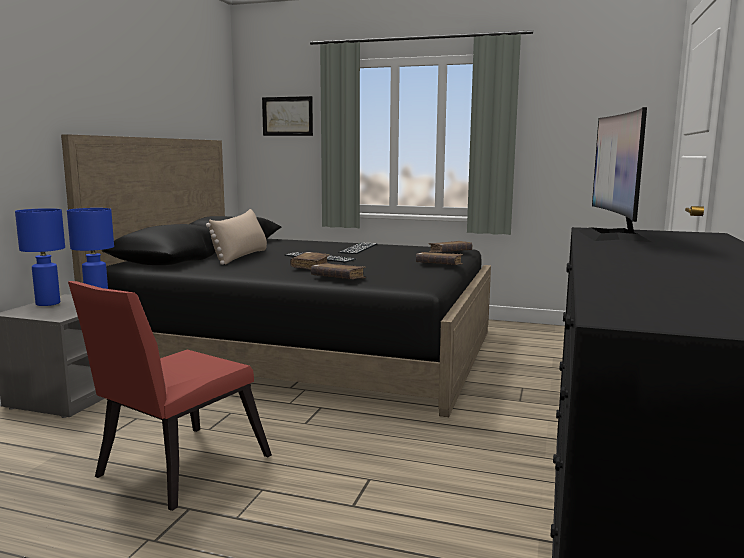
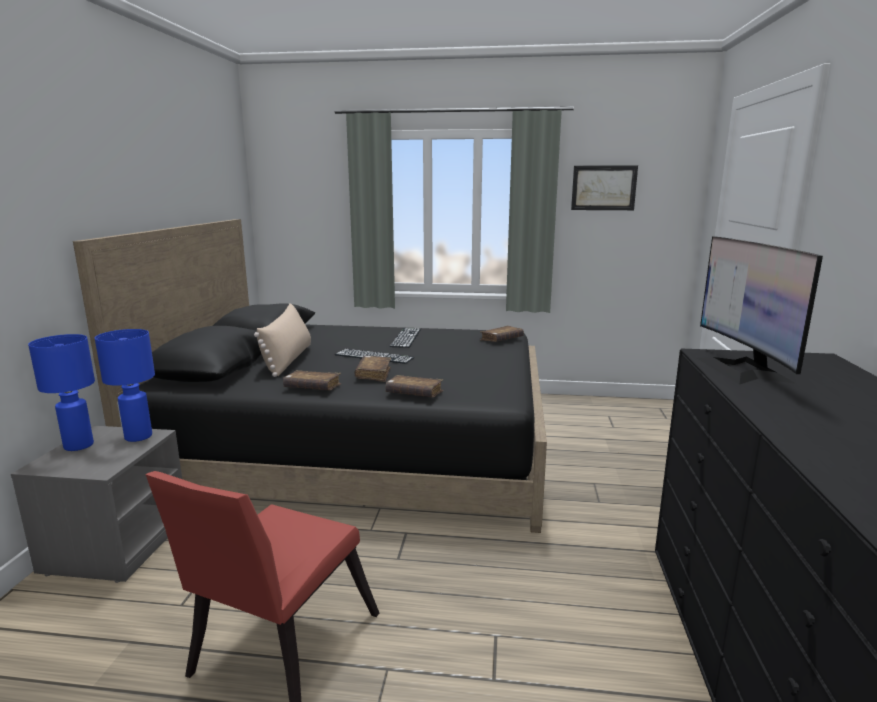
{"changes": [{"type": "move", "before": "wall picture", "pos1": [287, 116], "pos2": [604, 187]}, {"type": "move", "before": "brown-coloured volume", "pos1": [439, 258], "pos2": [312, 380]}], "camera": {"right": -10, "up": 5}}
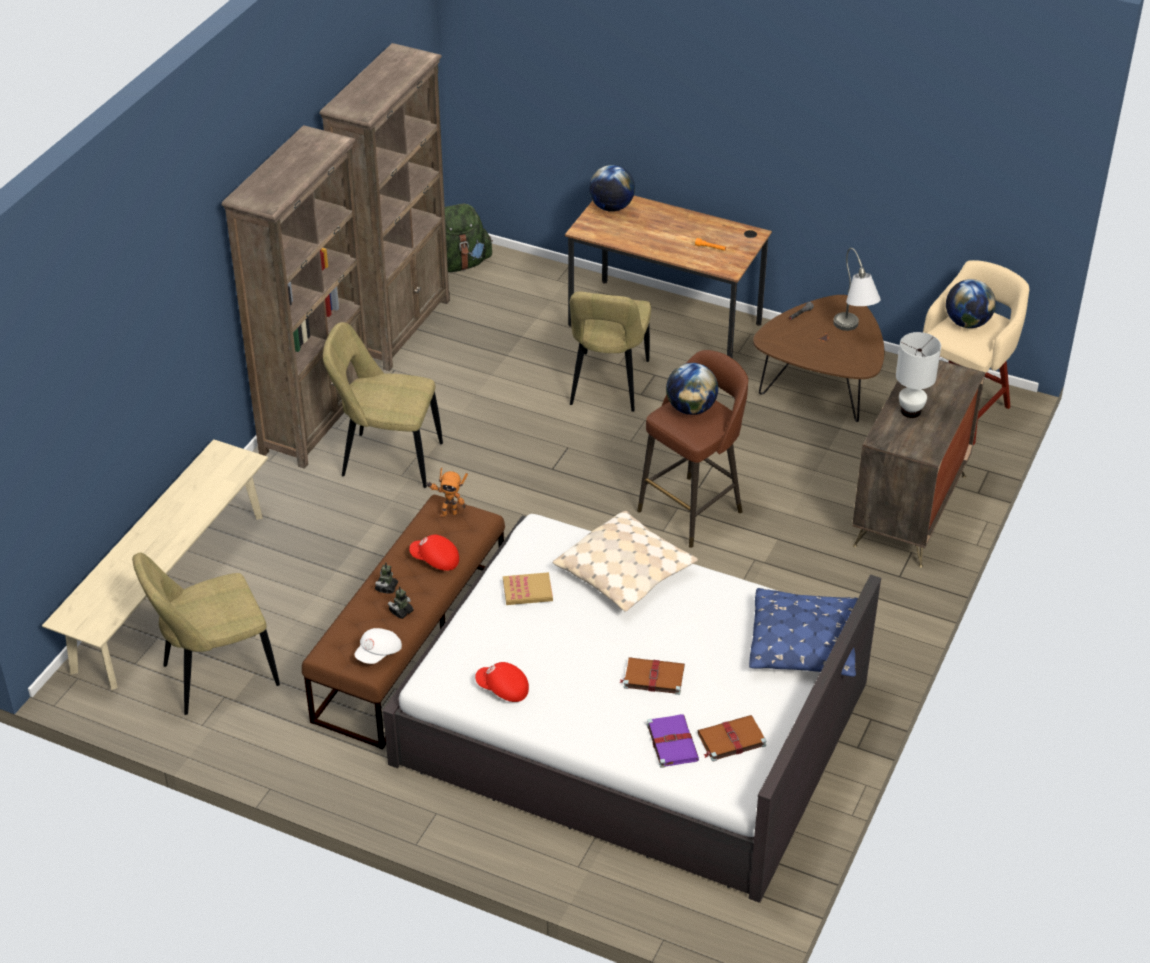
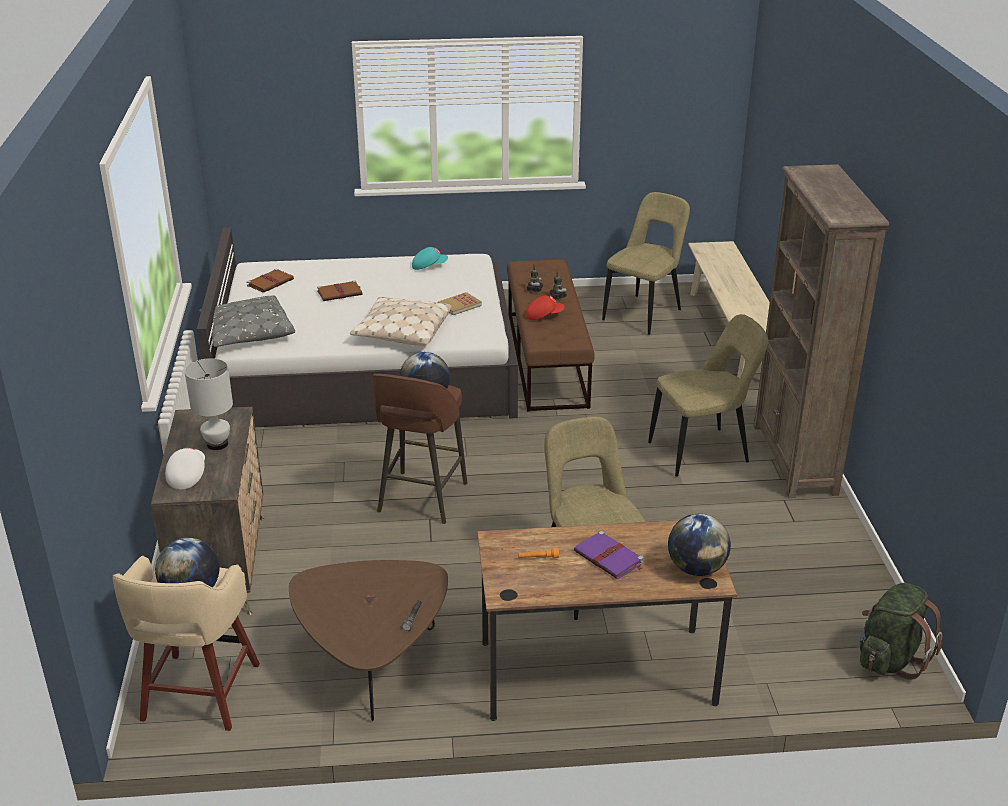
{"changes": [{"type": "delete", "before": "brown-coloured bookshelf", "pos1": [385, 207]}, {"type": "delete", "before": "robot figure", "pos1": [447, 493]}, {"type": "delete", "before": "grey lamp for a table", "pos1": [857, 289]}, {"type": "move", "before": "white-coloured peaked cap", "pos1": [378, 646], "pos2": [185, 468]}, {"type": "move", "before": "purple volume", "pos1": [673, 741], "pos2": [608, 555]}, {"type": "recolor", "before": "reddish peaked cap", "after": "turquoise peaked cap", "pos1": [502, 682], "pos2": [430, 258]}, {"type": "recolor", "before": "blue pillow", "after": "grey pillow", "pos1": [803, 632], "pos2": [247, 321]}], "camera": {"right": 150, "up": -10}}
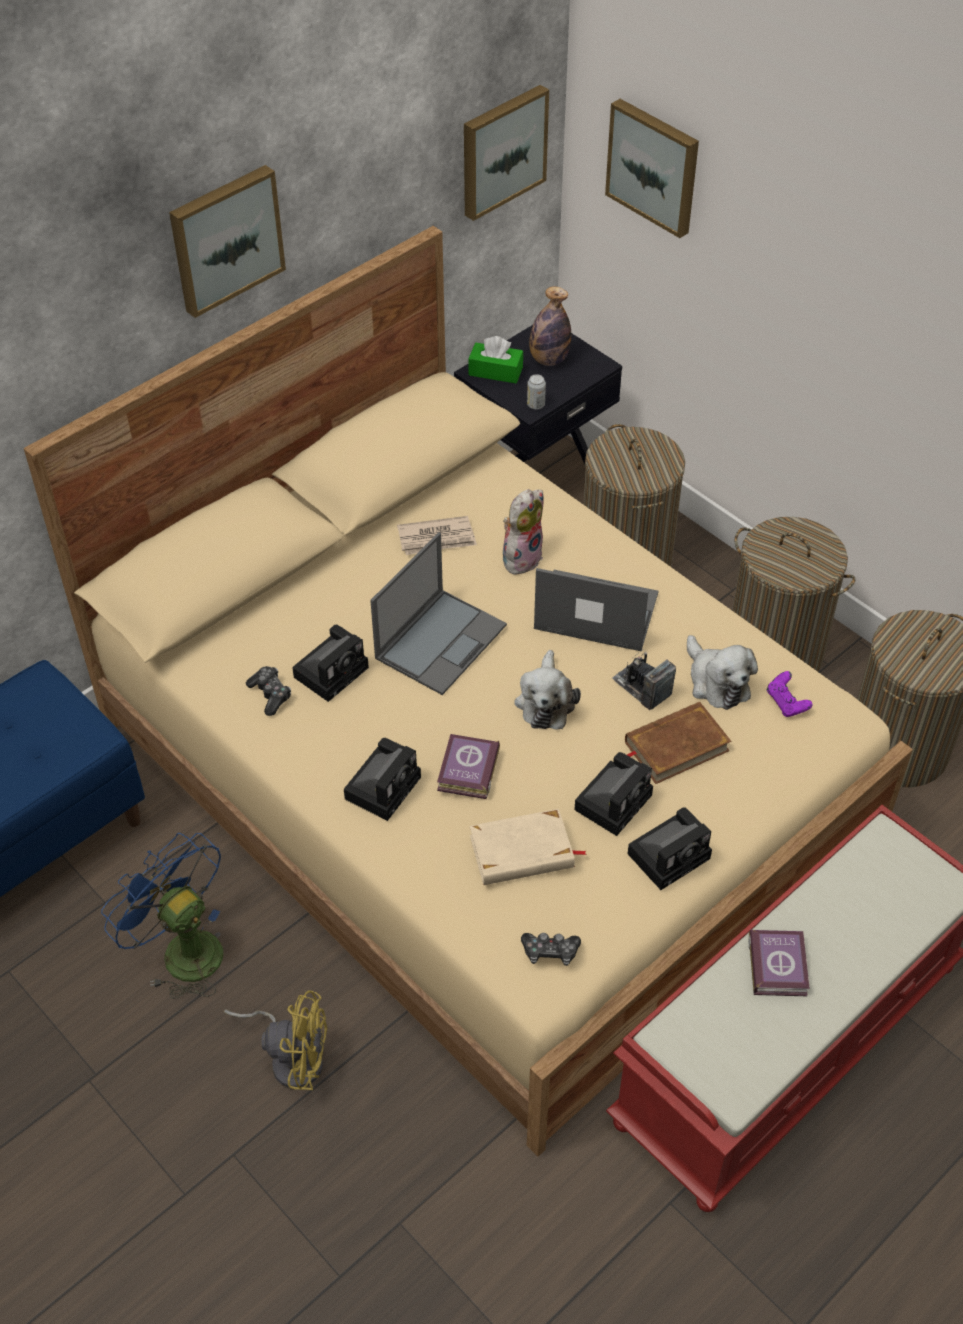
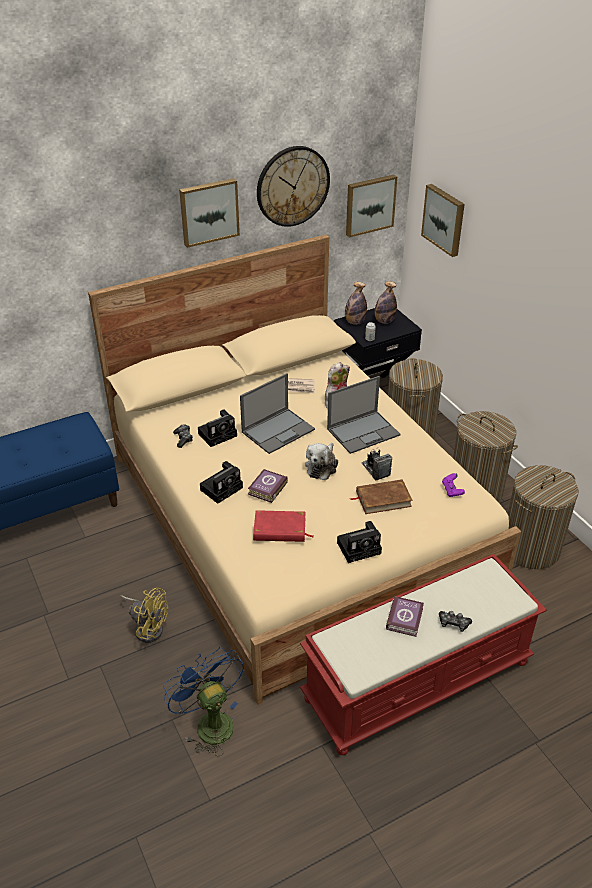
{"changes": [{"type": "delete", "before": "photo camera", "pos1": [613, 794]}, {"type": "delete", "before": "soft toy", "pos1": [722, 672]}, {"type": "insert", "after": "wall clock", "pos2": [293, 186]}, {"type": "move", "before": "blue cooling fan", "pos1": [162, 916], "pos2": [203, 701]}, {"type": "move", "before": "gamepad", "pos1": [551, 949], "pos2": [455, 621]}, {"type": "replace", "before": "green-coloured tissue box", "after": "bottle", "pos1": [495, 359], "pos2": [356, 303]}, {"type": "recolor", "before": "beige volume", "after": "reddish volume", "pos1": [528, 847], "pos2": [283, 526]}, {"type": "rotate", "before": "portable computer", "pos1": [596, 609], "pos2": [364, 415], "turn": 120}], "camera": {"right": 15, "up": -10}}
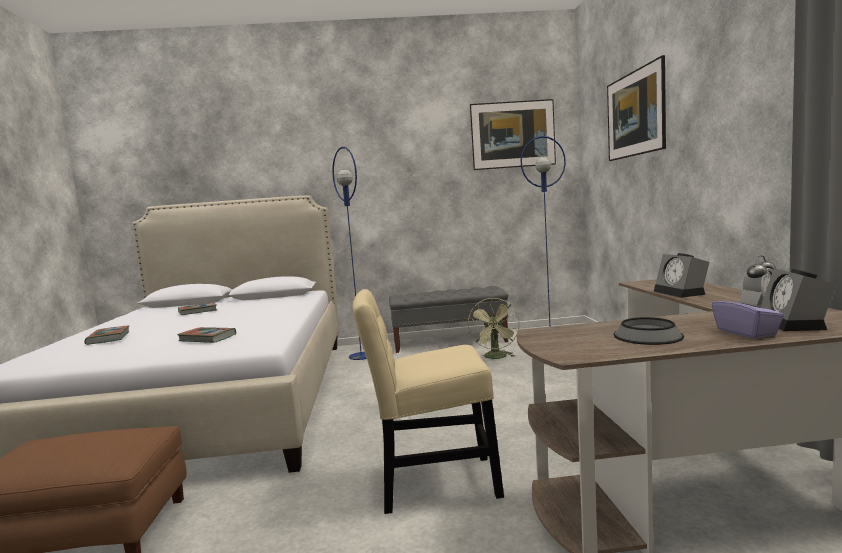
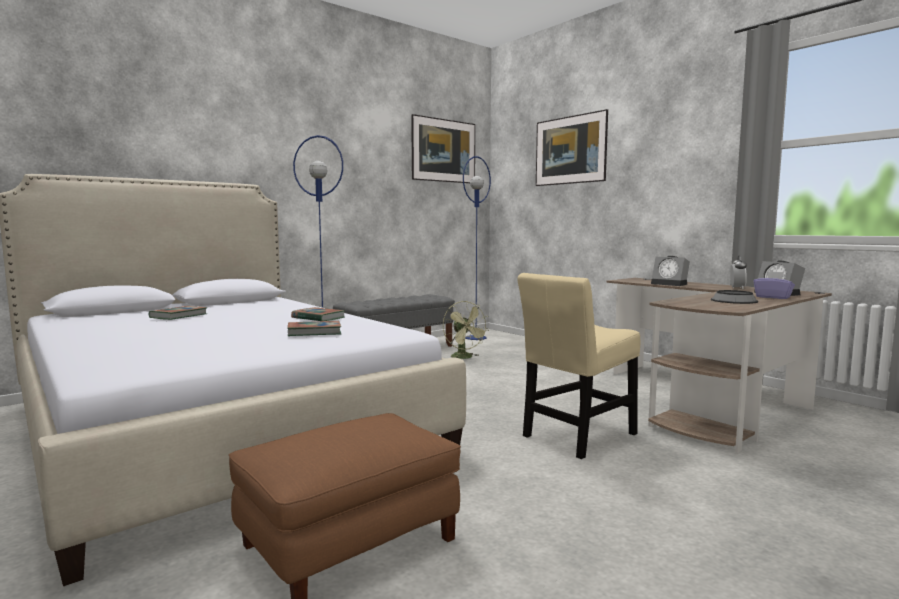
{"changes": [{"type": "move", "before": "volume", "pos1": [107, 335], "pos2": [318, 314]}], "camera": {"right": -35, "up": 0}}
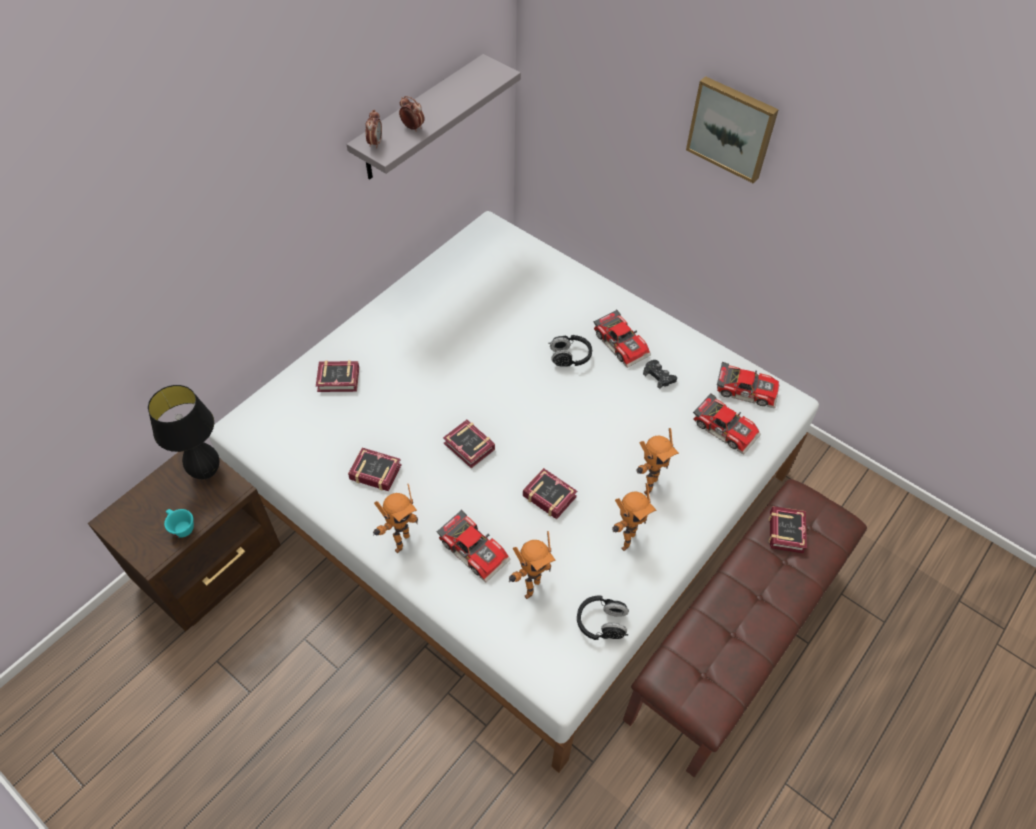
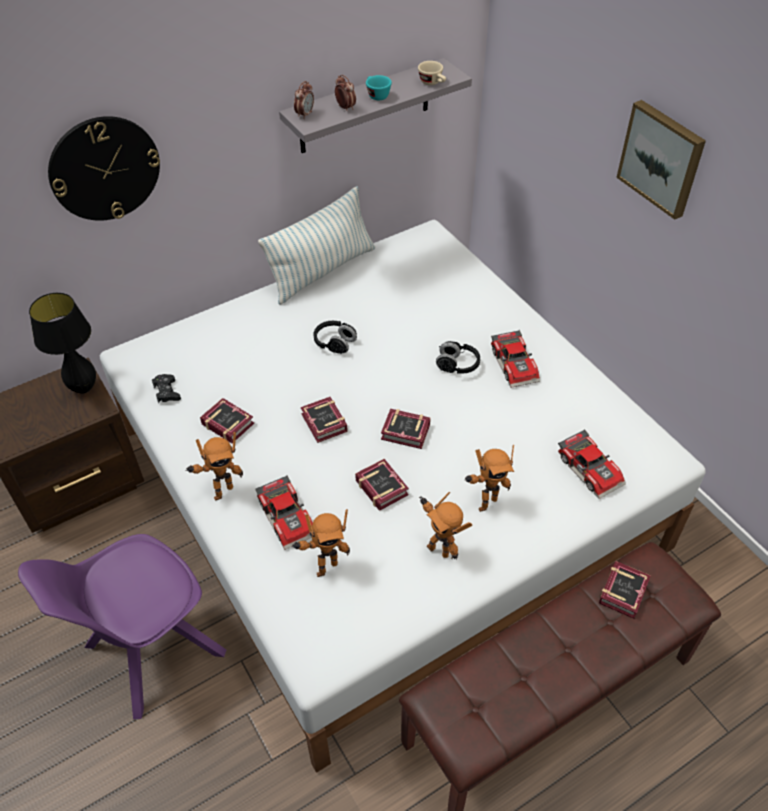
{"changes": [{"type": "delete", "before": "miniature car", "pos1": [748, 385]}, {"type": "insert", "after": "purple upright chair", "pos2": [122, 626]}, {"type": "insert", "after": "wall clock", "pos2": [104, 168]}, {"type": "insert", "after": "pillow", "pos2": [316, 245]}, {"type": "insert", "after": "beige cup", "pos2": [432, 73]}, {"type": "move", "before": "turquoise cup", "pos1": [179, 523], "pos2": [379, 87]}, {"type": "move", "before": "volume", "pos1": [337, 376], "pos2": [406, 429]}, {"type": "move", "before": "black headphones", "pos1": [603, 617], "pos2": [335, 337]}, {"type": "move", "before": "black gamepad", "pos1": [660, 374], "pos2": [166, 388]}, {"type": "rotate", "before": "robot figure", "pos1": [634, 517], "pos2": [445, 526], "turn": 75}], "camera": {"right": 20, "up": -5}}
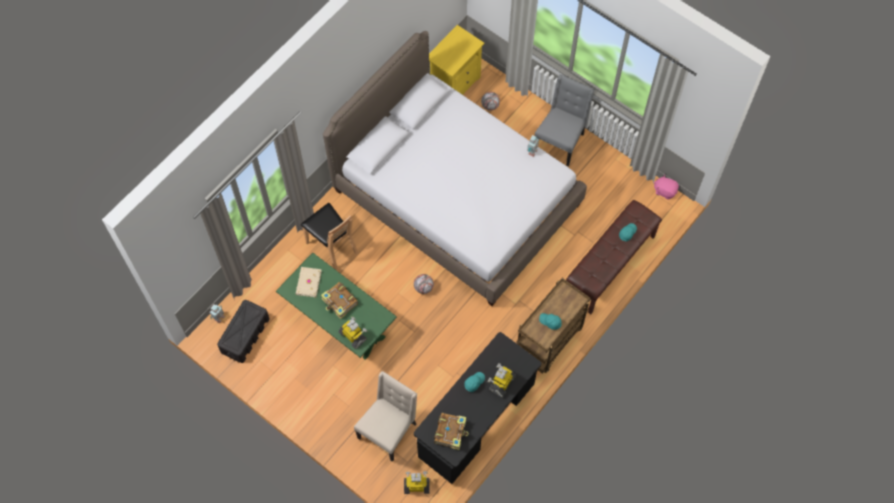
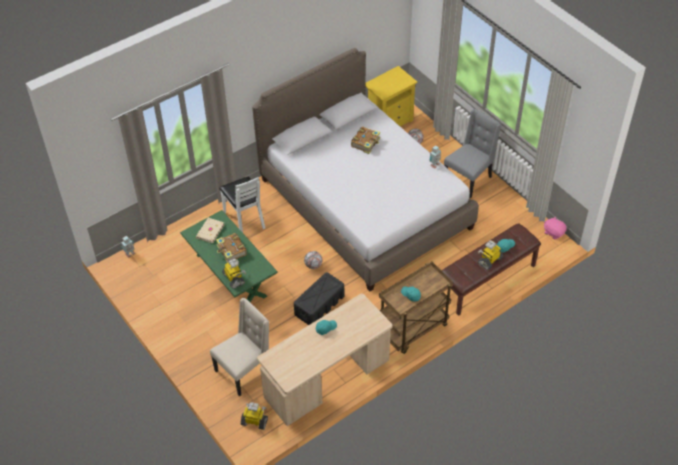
{"changes": [{"type": "move", "before": "black storage bin", "pos1": [243, 331], "pos2": [319, 298]}, {"type": "move", "before": "volume", "pos1": [451, 431], "pos2": [365, 140]}, {"type": "move", "before": "robot figure", "pos1": [501, 380], "pos2": [490, 255]}, {"type": "recolor", "before": "brown-coloured upright chair", "after": "white-coloured upright chair", "pos1": [329, 236], "pos2": [242, 204]}, {"type": "recolor", "before": "black desk unit", "after": "beige desk unit", "pos1": [477, 408], "pos2": [325, 359]}], "camera": {"right": 15, "up": -15}}
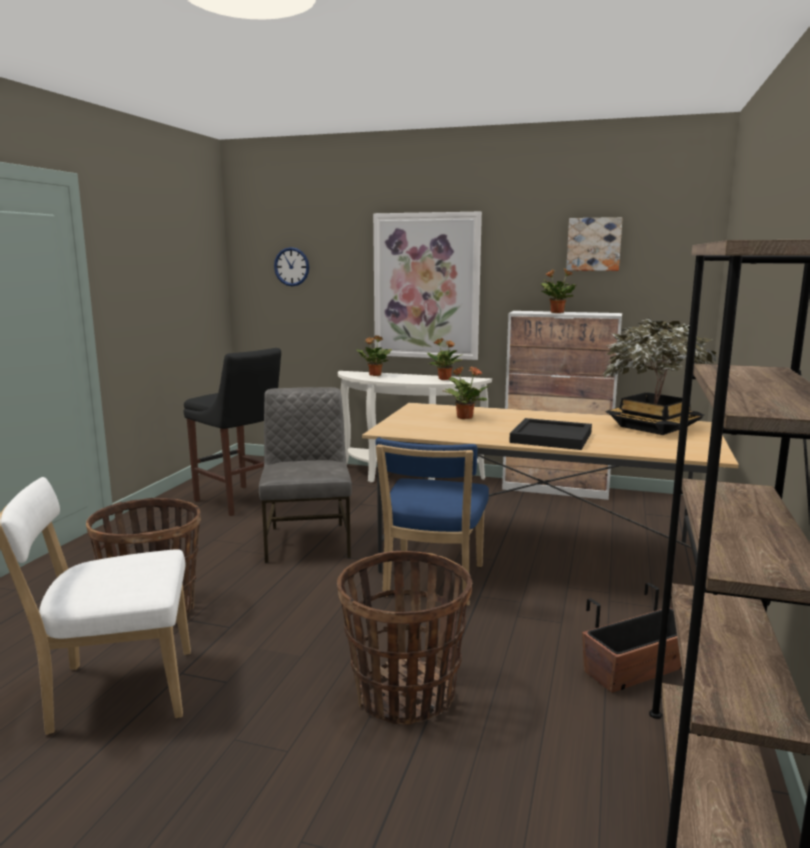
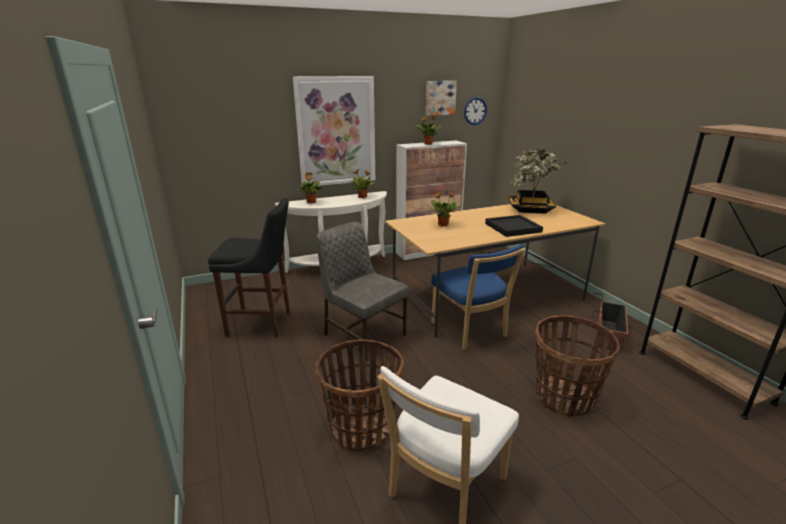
{"changes": [{"type": "move", "before": "wall clock", "pos1": [291, 266], "pos2": [475, 111]}], "camera": {"right": -40, "up": 10}}
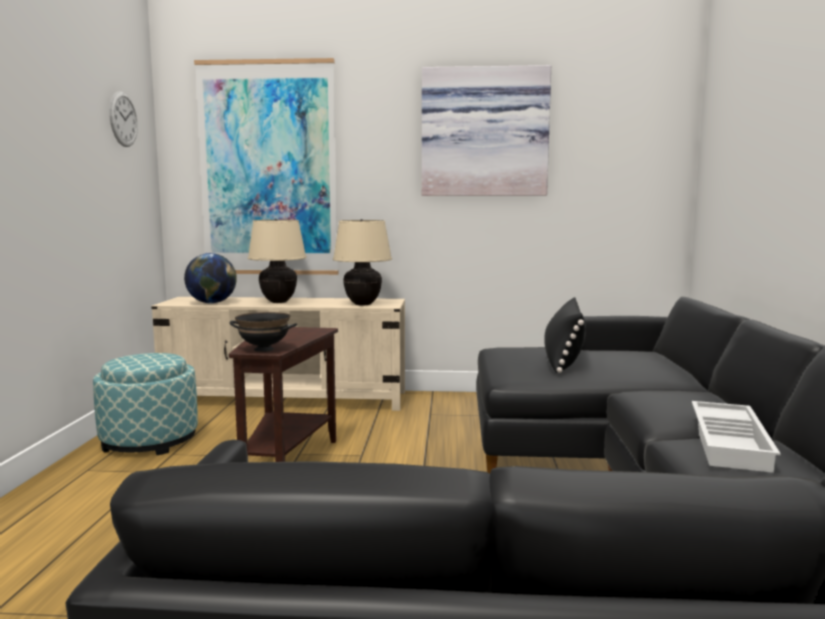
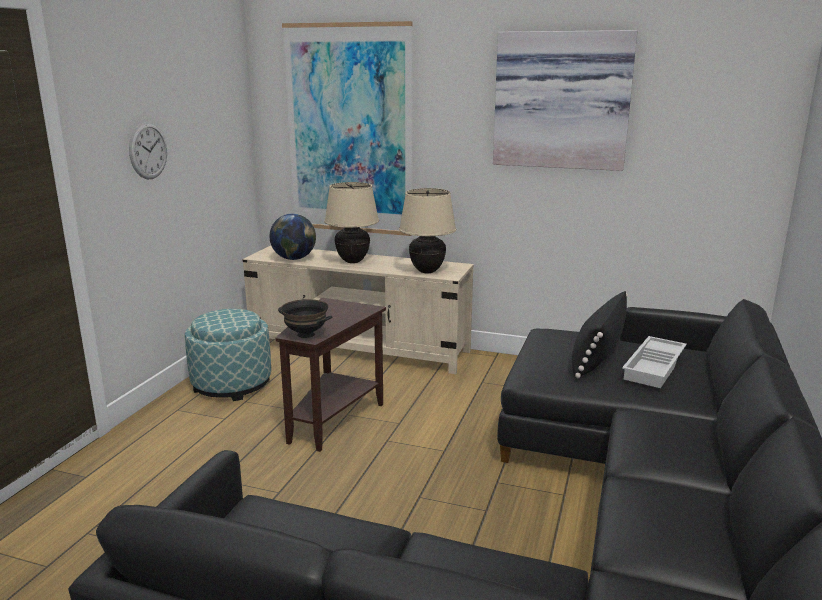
{"changes": [{"type": "move", "before": "wall clock", "pos1": [123, 119], "pos2": [148, 150]}, {"type": "move", "before": "white-coloured carrying tray", "pos1": [736, 437], "pos2": [654, 362]}], "camera": {"right": 15, "up": 10}}
